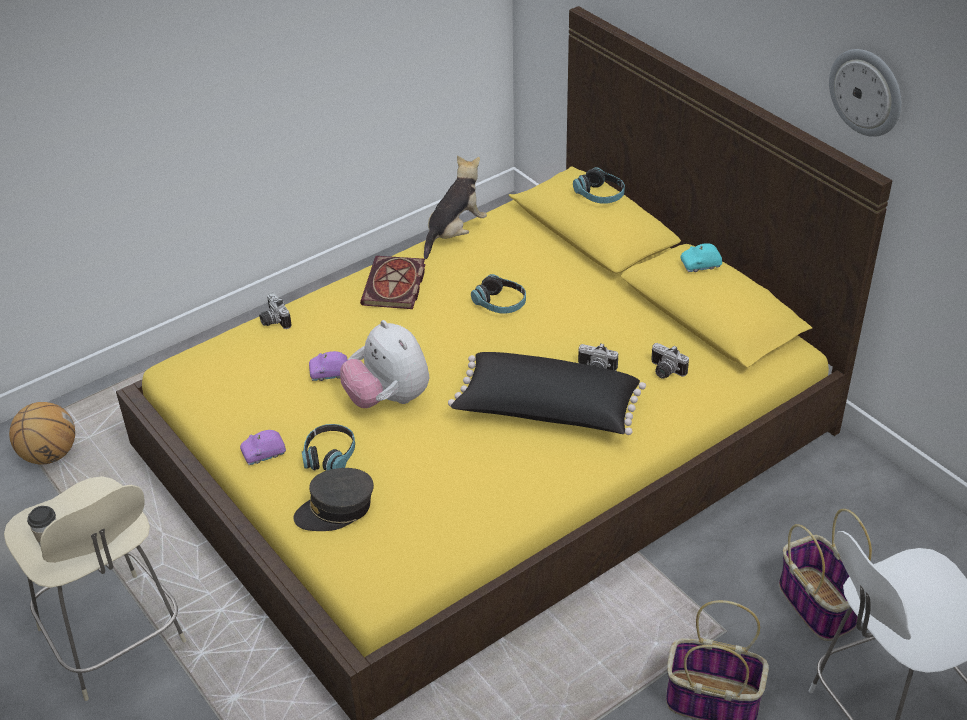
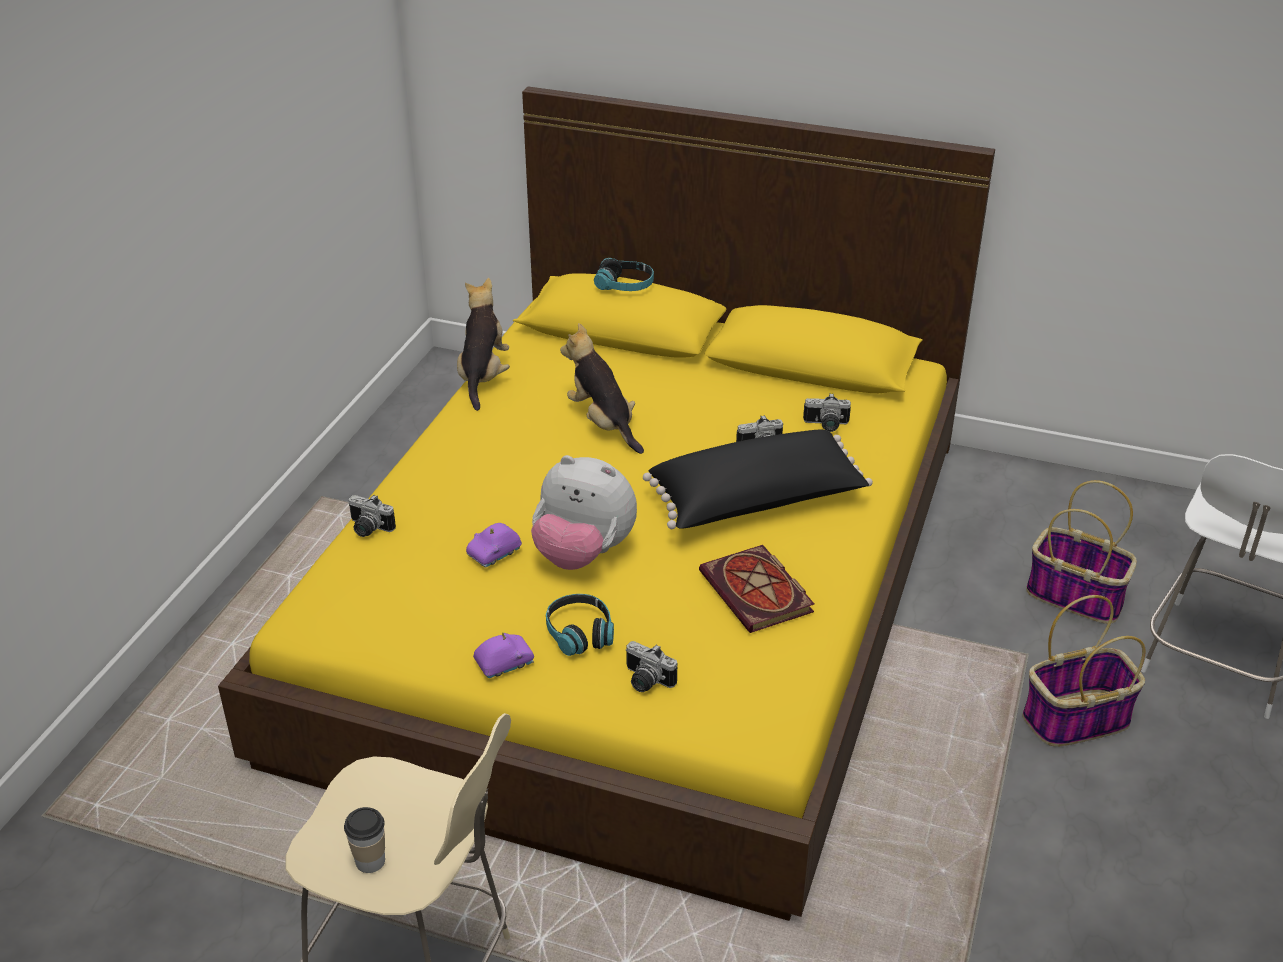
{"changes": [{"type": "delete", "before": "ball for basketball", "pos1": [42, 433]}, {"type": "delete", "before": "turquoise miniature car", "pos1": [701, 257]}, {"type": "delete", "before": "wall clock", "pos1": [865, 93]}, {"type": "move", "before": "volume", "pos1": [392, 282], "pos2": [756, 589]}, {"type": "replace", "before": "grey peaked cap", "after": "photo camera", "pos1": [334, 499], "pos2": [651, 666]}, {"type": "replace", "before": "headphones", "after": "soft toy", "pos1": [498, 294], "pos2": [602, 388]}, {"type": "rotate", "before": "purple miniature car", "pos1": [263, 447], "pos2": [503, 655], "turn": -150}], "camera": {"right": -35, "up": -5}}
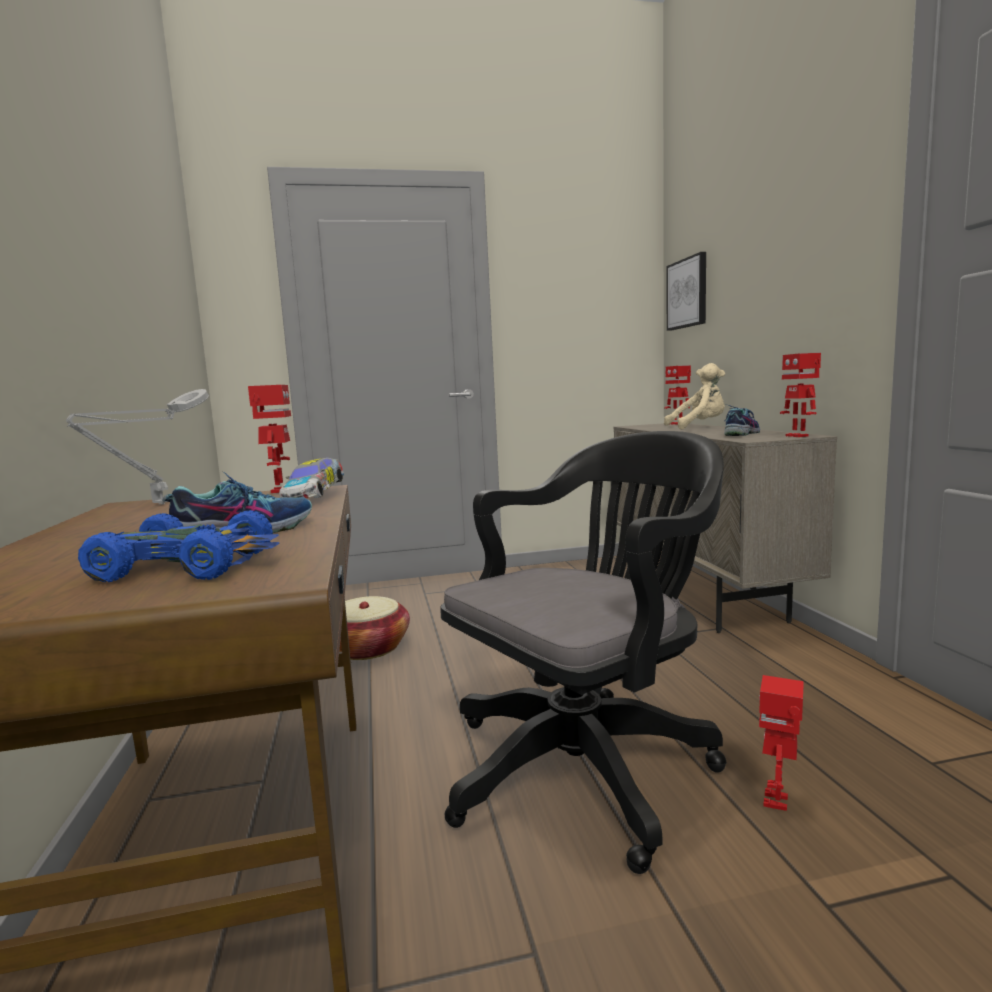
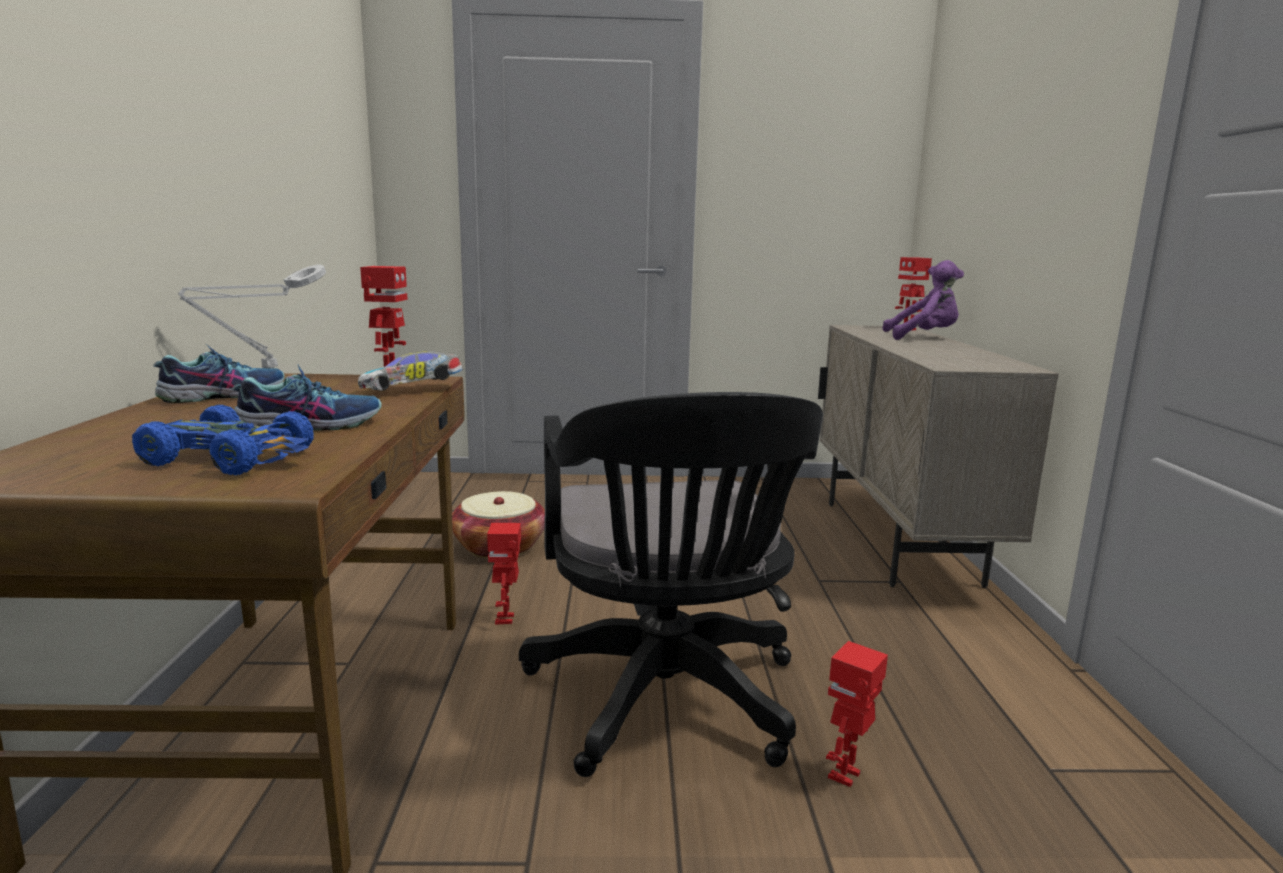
{"changes": [{"type": "delete", "before": "wall picture", "pos1": [686, 291]}, {"type": "move", "before": "item of footwear", "pos1": [742, 420], "pos2": [219, 373]}, {"type": "move", "before": "robot figure", "pos1": [800, 395], "pos2": [504, 574]}, {"type": "recolor", "before": "beige soft toy", "after": "purple soft toy", "pos1": [694, 396], "pos2": [923, 300]}, {"type": "rotate", "before": "miniature car", "pos1": [311, 478], "pos2": [410, 371], "turn": 45}, {"type": "rotate", "before": "black office chair", "pos1": [583, 652], "pos2": [671, 584], "turn": 105}], "camera": {"right": 10, "up": 5}}
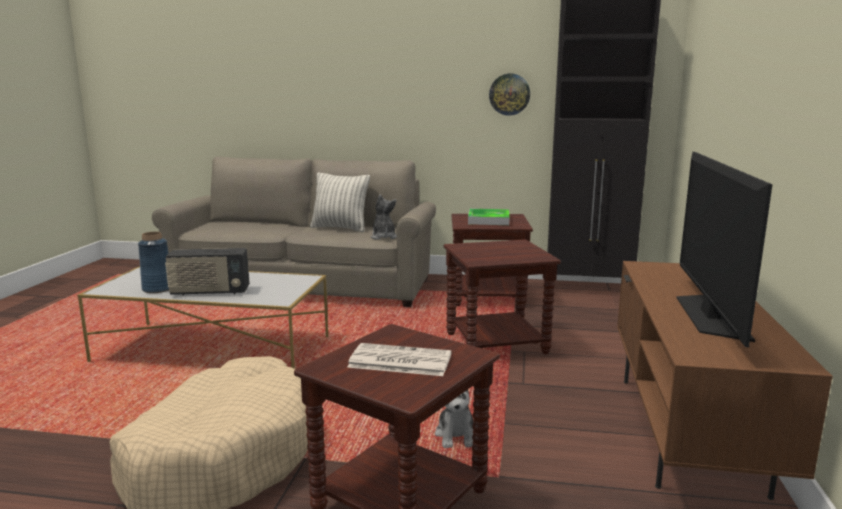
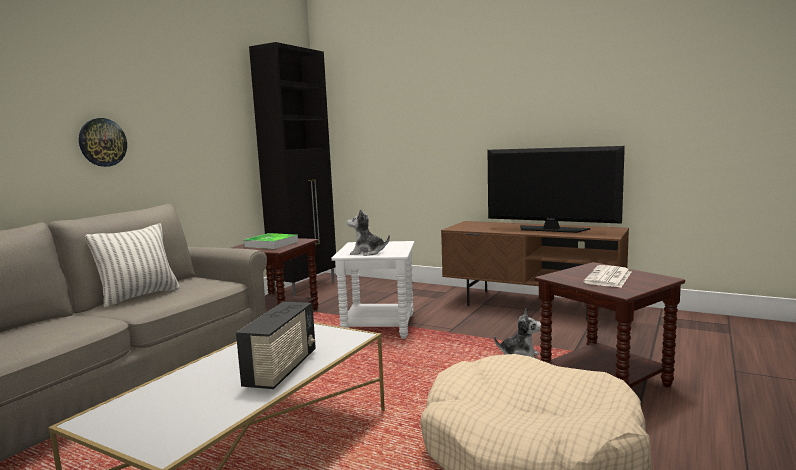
{"changes": [{"type": "delete", "before": "blue flower vase", "pos1": [153, 262]}, {"type": "move", "before": "soft toy", "pos1": [384, 217], "pos2": [368, 232]}, {"type": "move", "before": "wall clock", "pos1": [509, 94], "pos2": [103, 142]}, {"type": "recolor", "before": "brown-coloured side table", "after": "white-coloured side table", "pos1": [502, 297], "pos2": [372, 290]}], "camera": {"right": -70, "up": -5}}
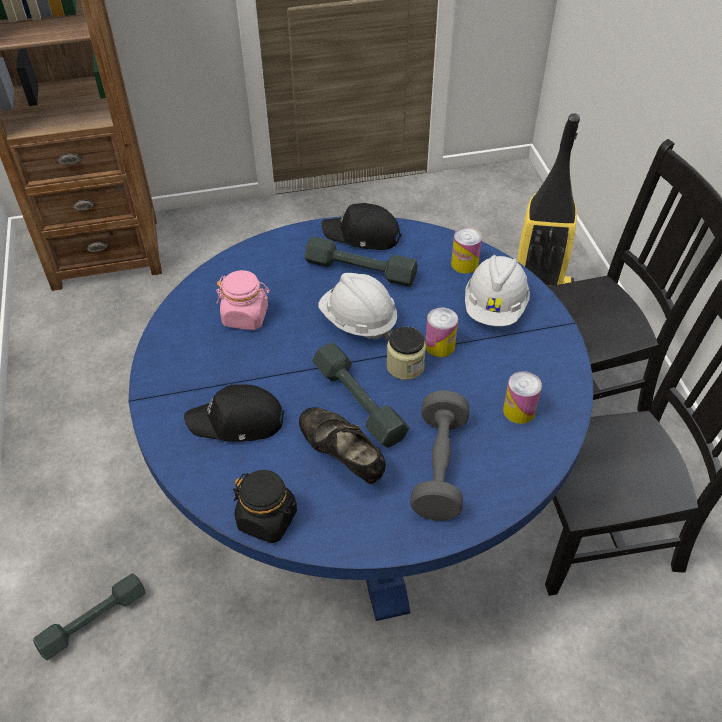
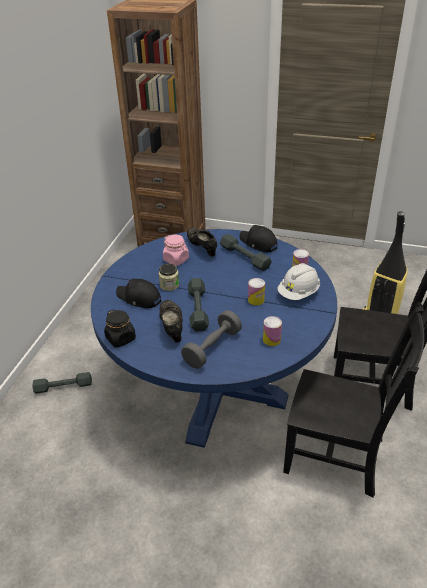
{"changes": [{"type": "delete", "before": "white-coloured hard hat", "pos1": [357, 307]}, {"type": "insert", "after": "black item of footwear", "pos2": [202, 242]}, {"type": "move", "before": "preserve jar", "pos1": [406, 353], "pos2": [168, 277]}], "camera": {"right": 30, "up": -10}}
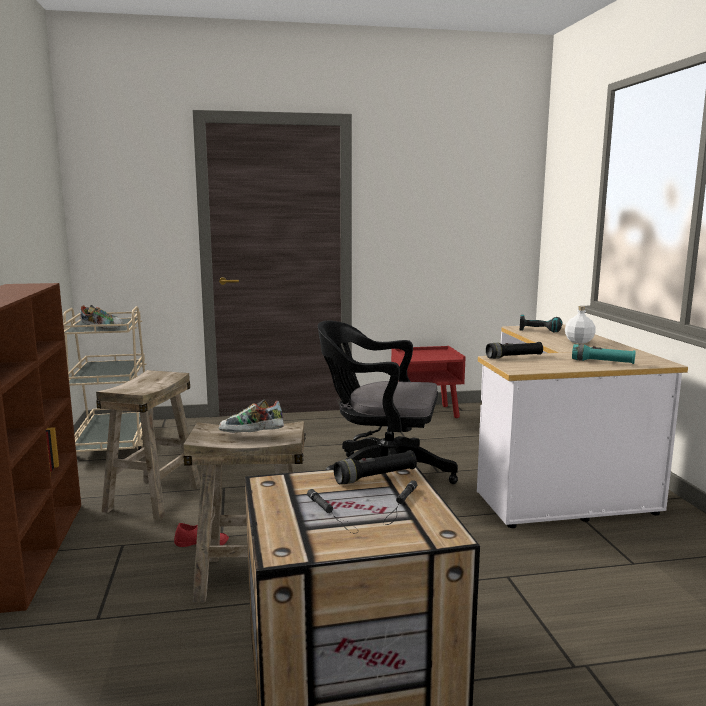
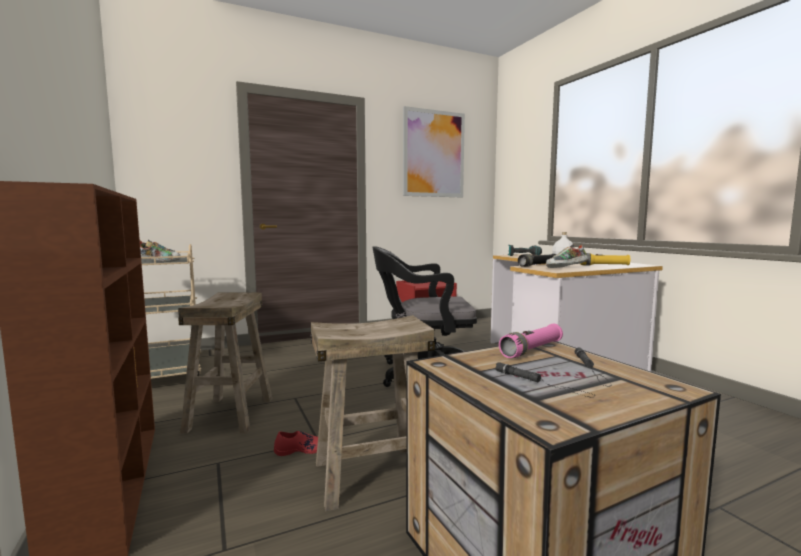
{"changes": [{"type": "insert", "after": "wall picture", "pos2": [434, 151]}, {"type": "move", "before": "item of footwear", "pos1": [251, 416], "pos2": [567, 256]}, {"type": "recolor", "before": "black flashlight", "after": "pinkish flashlight", "pos1": [375, 467], "pos2": [531, 341]}, {"type": "recolor", "before": "turquoise flashlight", "after": "yellow flashlight", "pos1": [604, 354], "pos2": [605, 259]}], "camera": {"right": -15, "up": -5}}
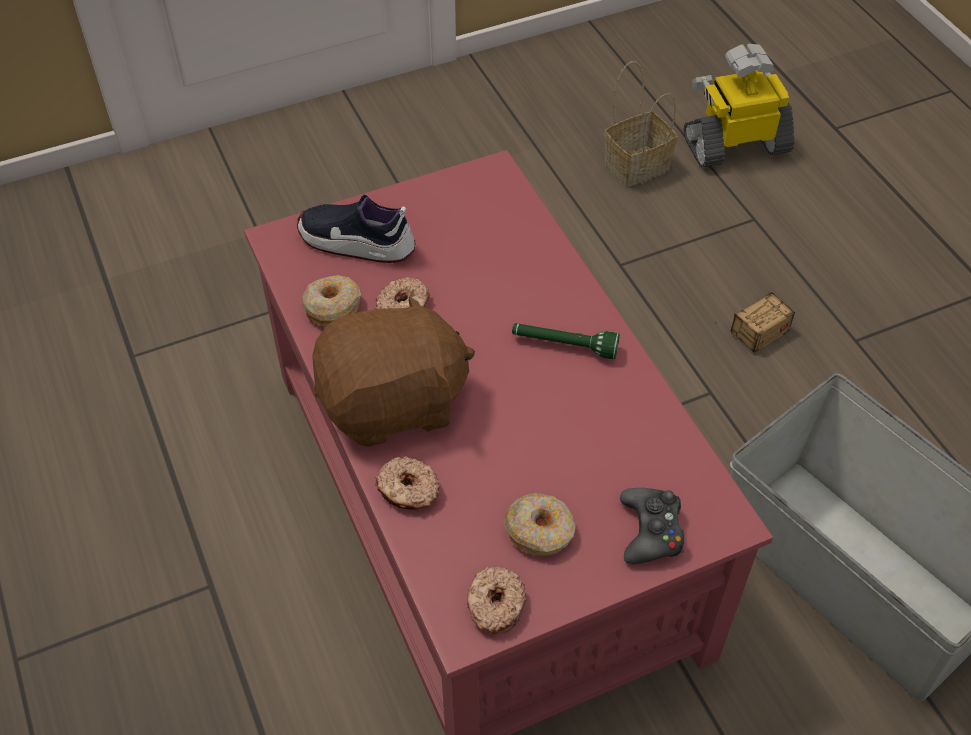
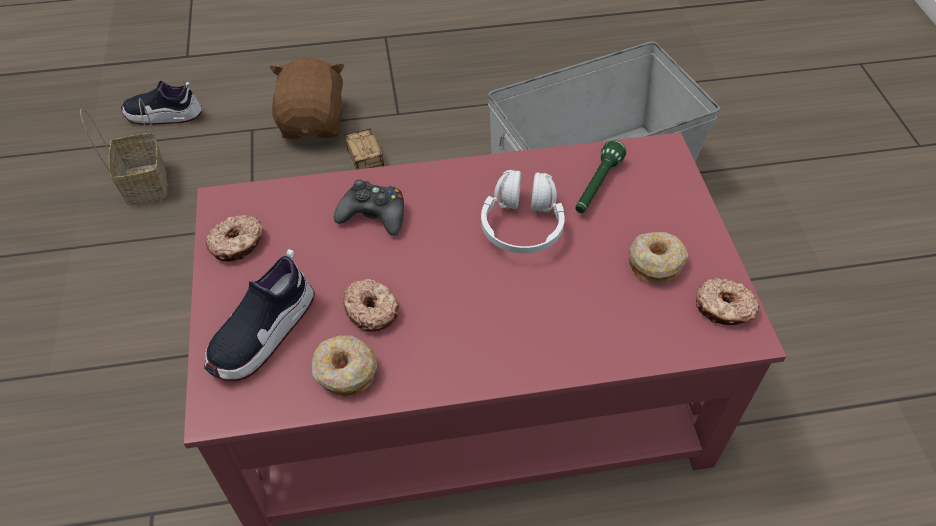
{"changes": [{"type": "insert", "after": "white-coloured headphones", "pos2": [523, 212]}, {"type": "move", "before": "brown-coloured soft toy", "pos1": [393, 368], "pos2": [307, 98]}, {"type": "move", "before": "ring doughnut", "pos1": [407, 483], "pos2": [235, 238]}, {"type": "move", "before": "green-coloured flashlight", "pos1": [566, 341], "pos2": [600, 176]}, {"type": "move", "before": "black gamepad", "pos1": [652, 526], "pos2": [369, 207]}, {"type": "replace", "before": "robot figure", "after": "item of footwear", "pos1": [739, 105], "pos2": [161, 103]}], "camera": {"right": -75, "up": 0}}
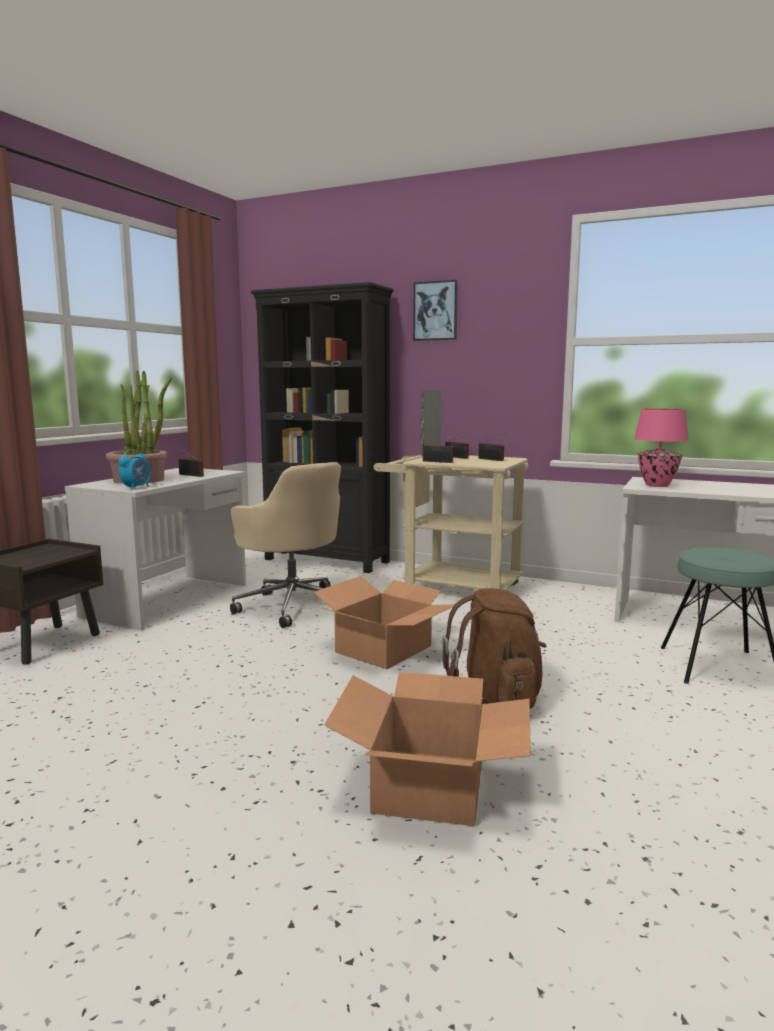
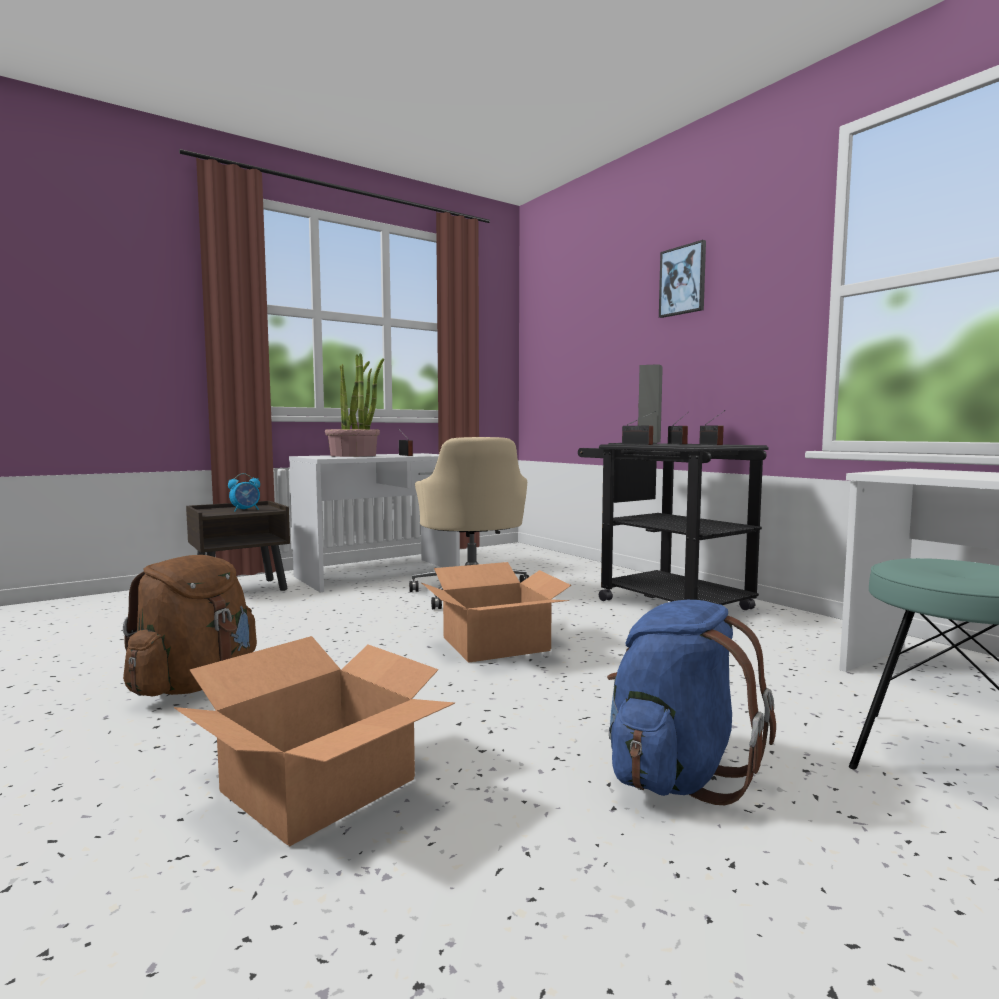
{"changes": [{"type": "delete", "before": "black bookshelf", "pos1": [322, 427]}, {"type": "delete", "before": "pinkish lamp for a table", "pos1": [661, 447]}, {"type": "insert", "after": "blue rucksack", "pos2": [691, 702]}, {"type": "move", "before": "bedside clock", "pos1": [135, 469], "pos2": [244, 492]}, {"type": "move", "before": "brown-coloured rucksack", "pos1": [494, 648], "pos2": [190, 625]}, {"type": "recolor", "before": "beige trolley", "after": "black trolley", "pos1": [451, 522], "pos2": [673, 526]}], "camera": {"right": 30, "up": -5}}
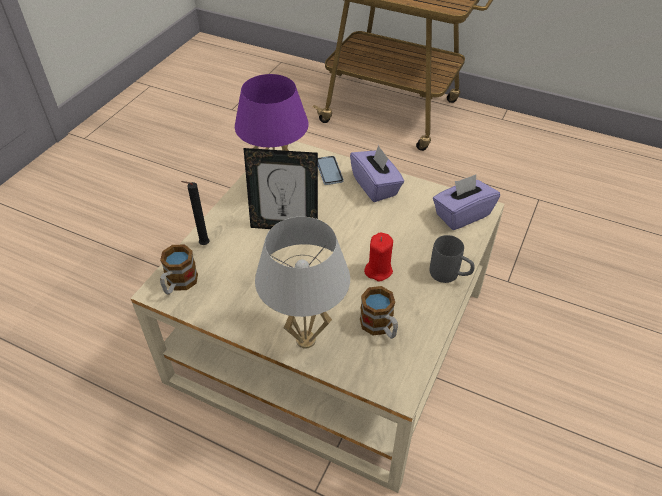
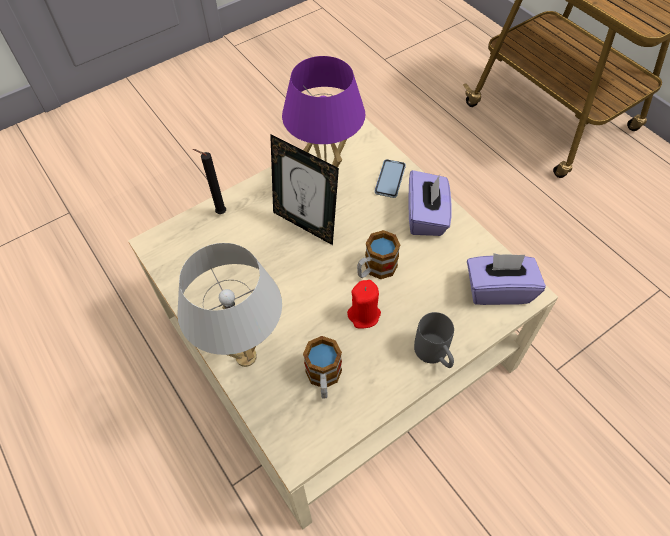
{"changes": [{"type": "move", "before": "coffee mug", "pos1": [179, 270], "pos2": [378, 254]}], "camera": {"right": 30, "up": 10}}
